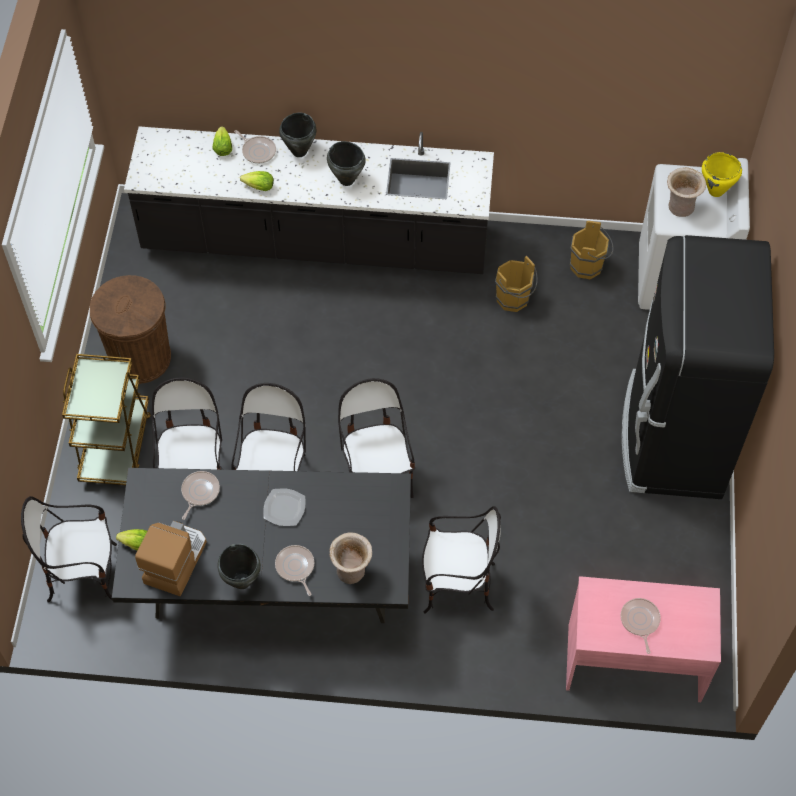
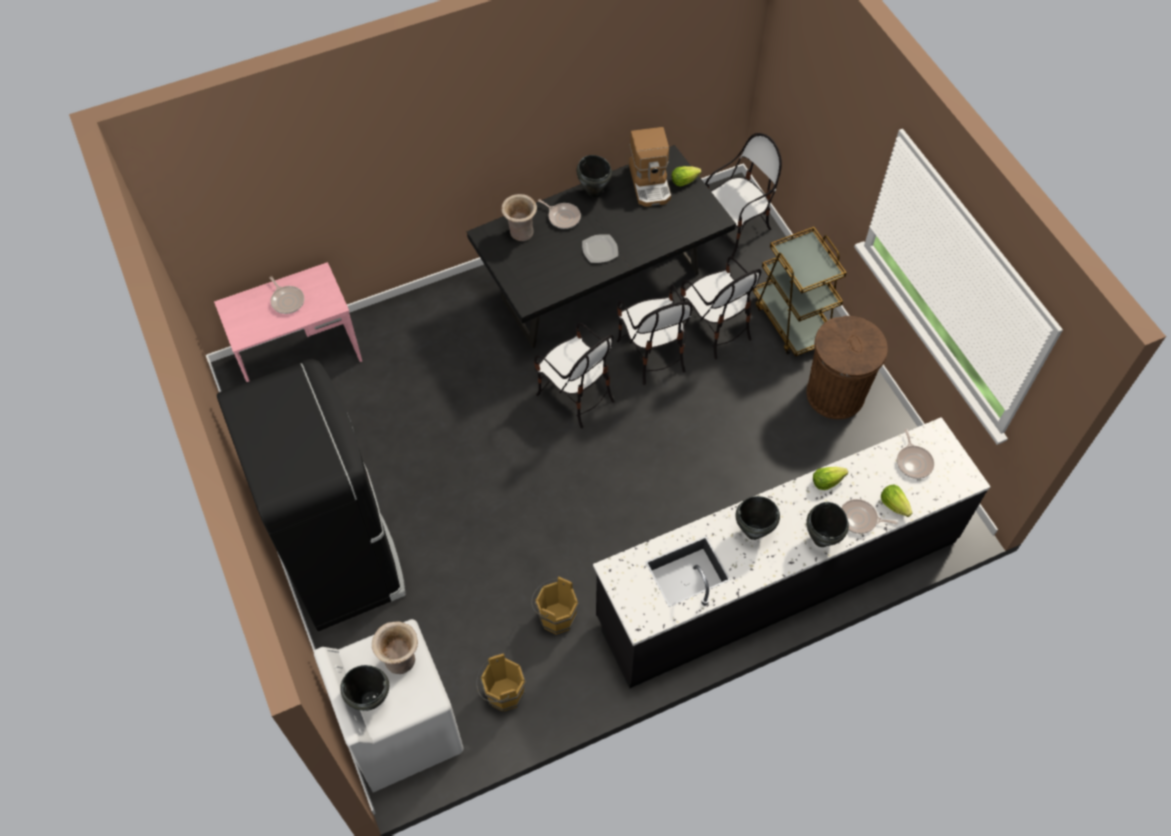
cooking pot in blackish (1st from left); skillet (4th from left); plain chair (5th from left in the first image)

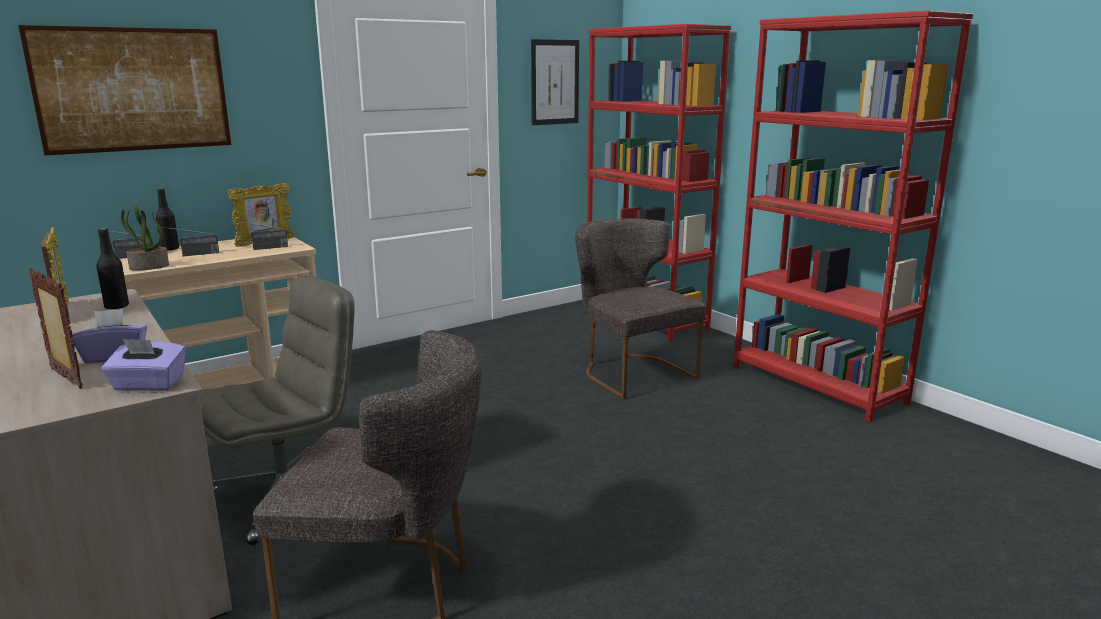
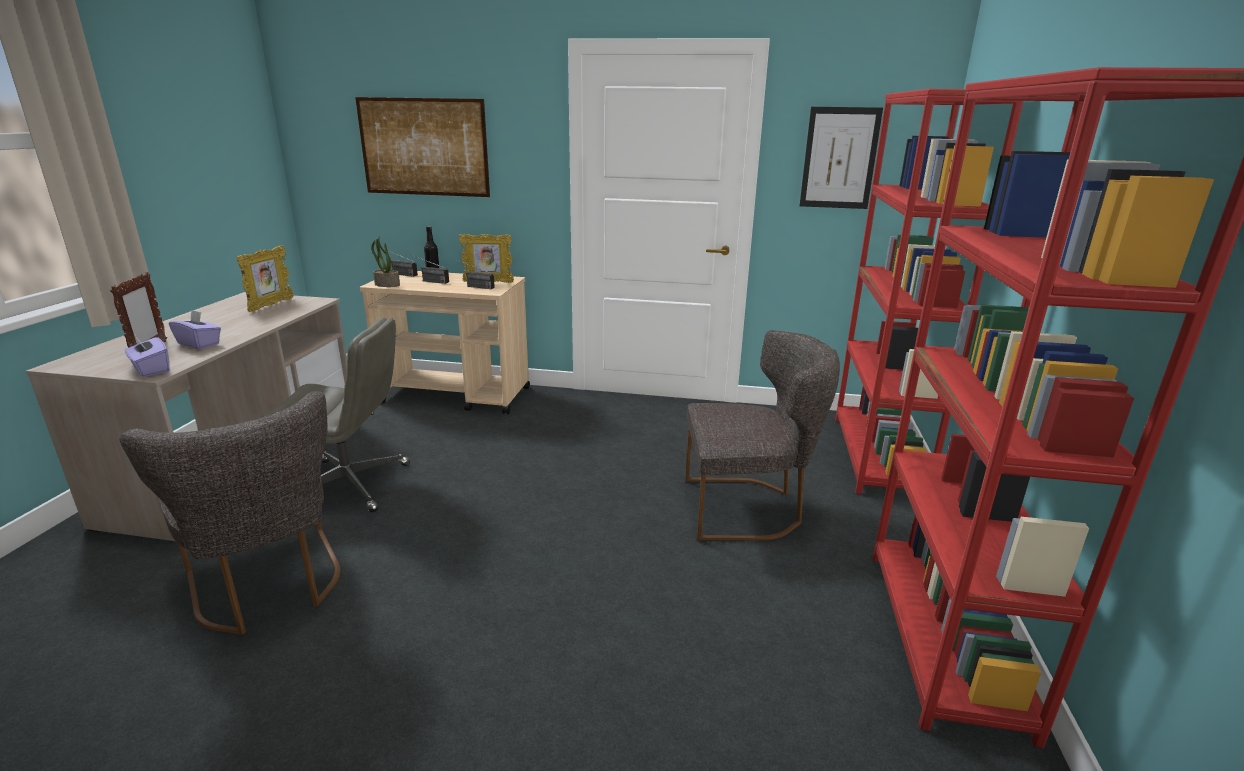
plain chair in greyish (2nd from left); beverage bottle in blackish (1st from left in the first image)

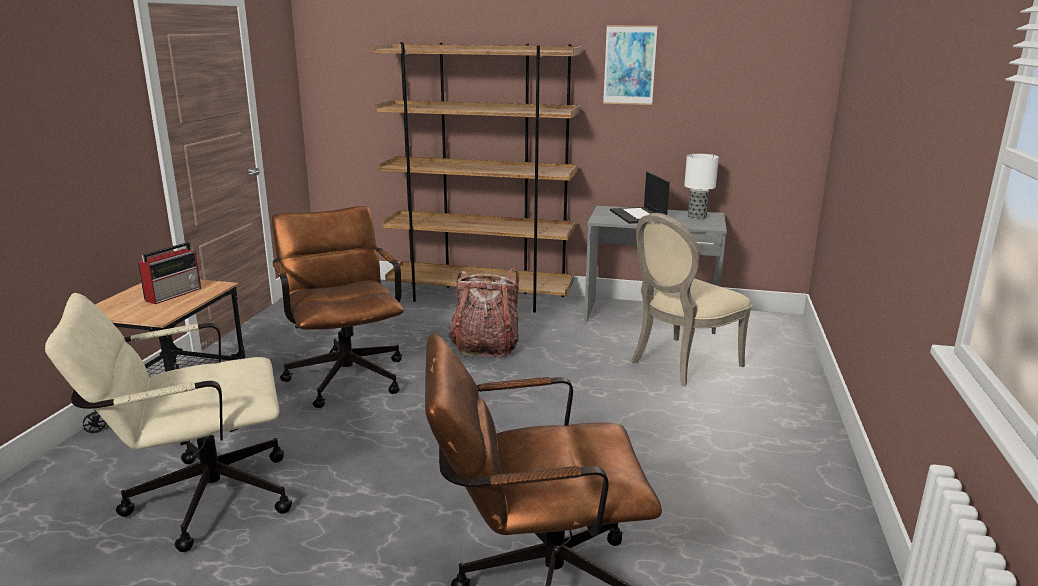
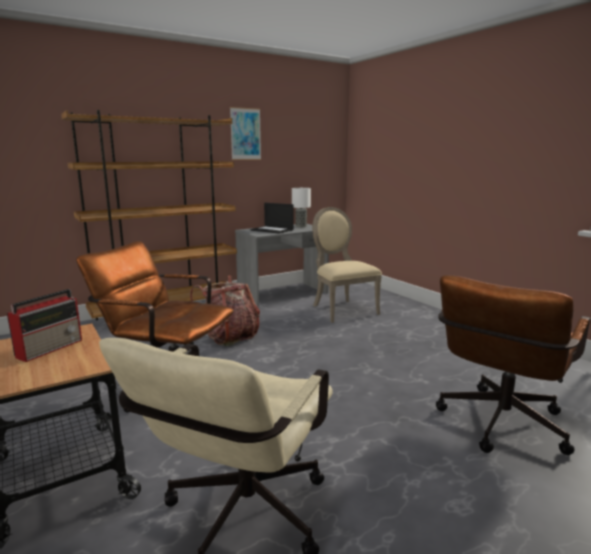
plain chair in beige-coloured; radio receiver

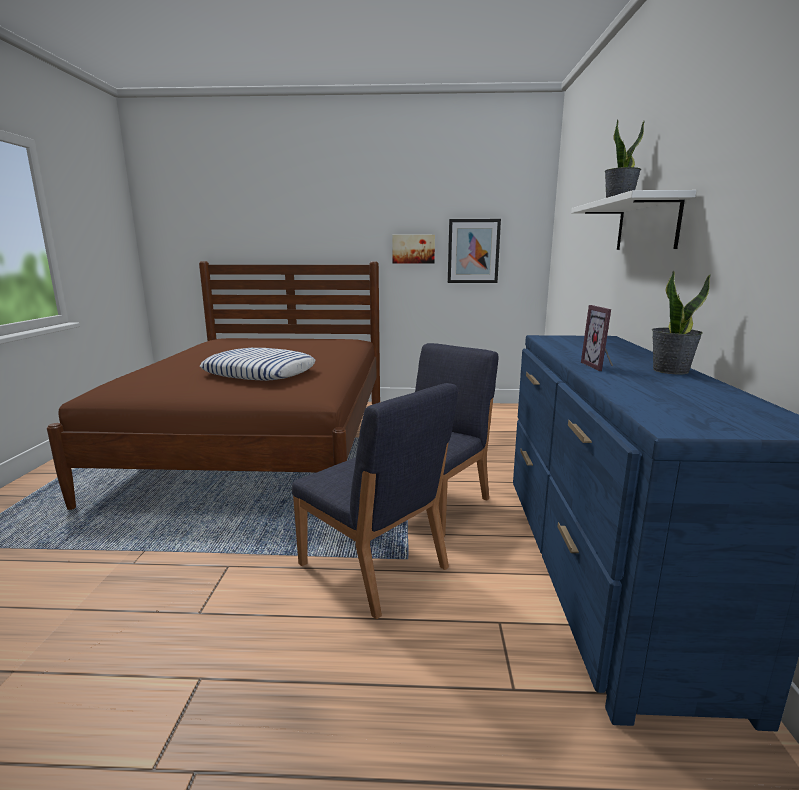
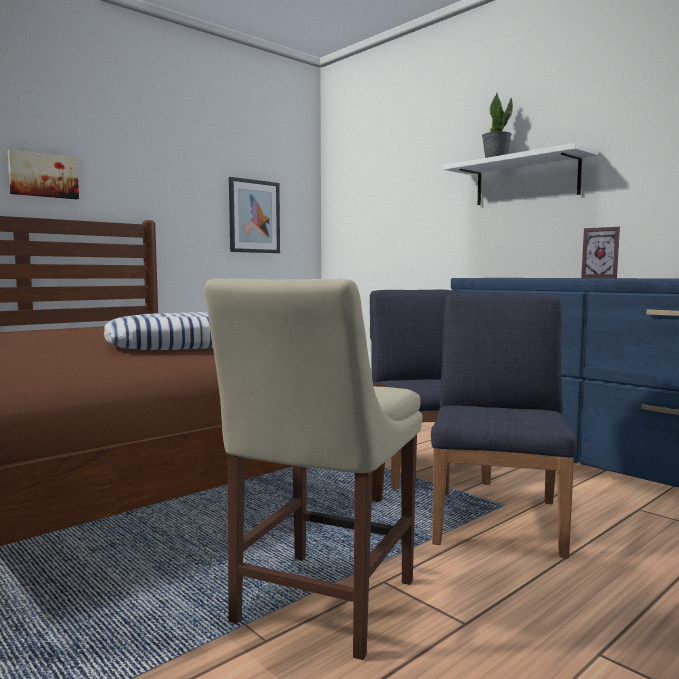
wall picture (1st from left); houseplant (2nd from left in the first image); plain chair in bluish (2nd from left); plain chair in beige-coloured

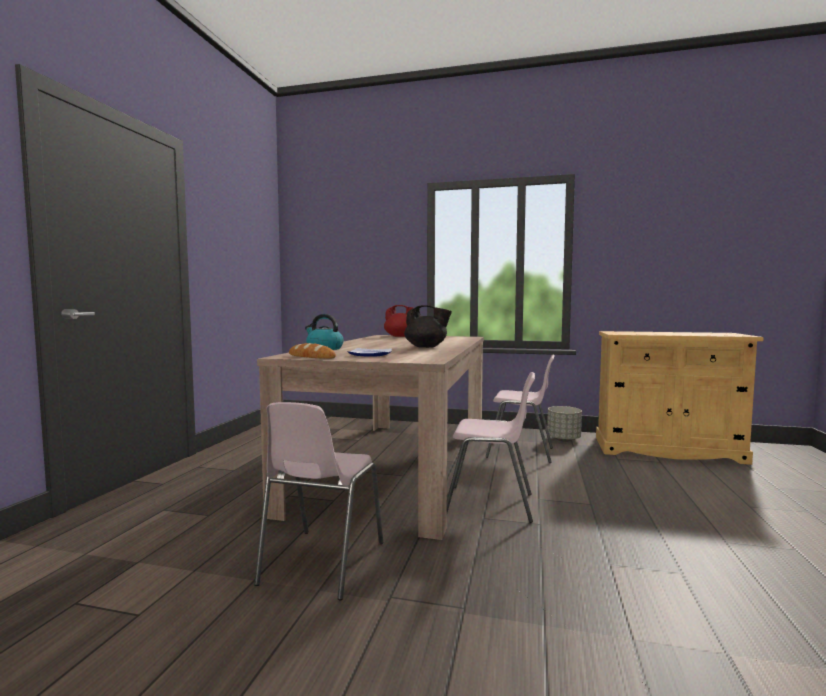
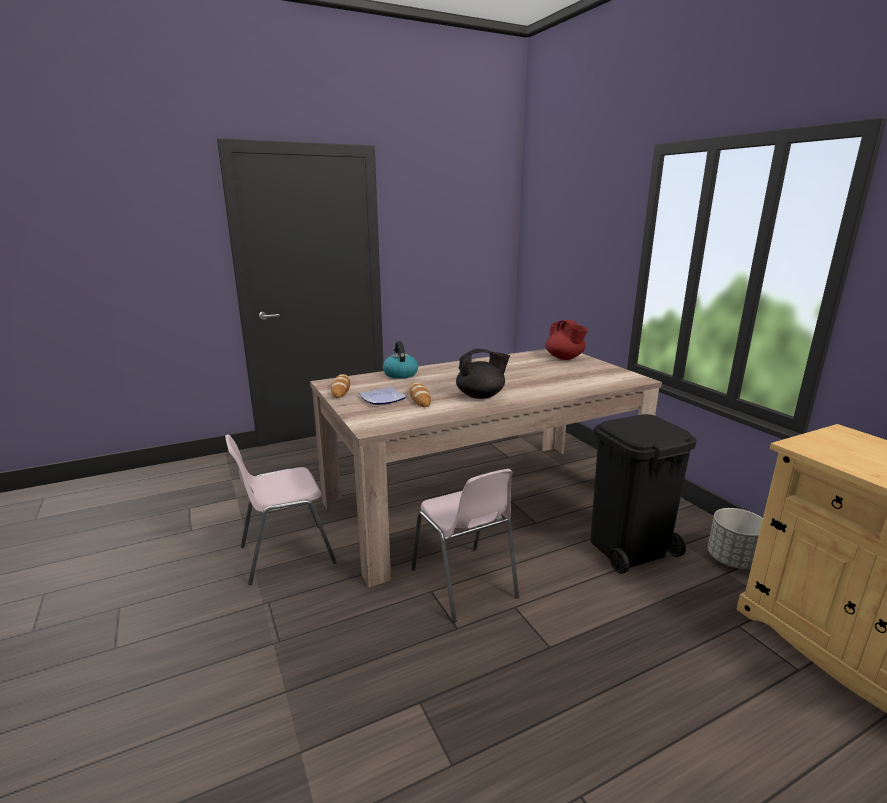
tea pot in blackish; trash can in blackish; bakery bread (2nd from left)

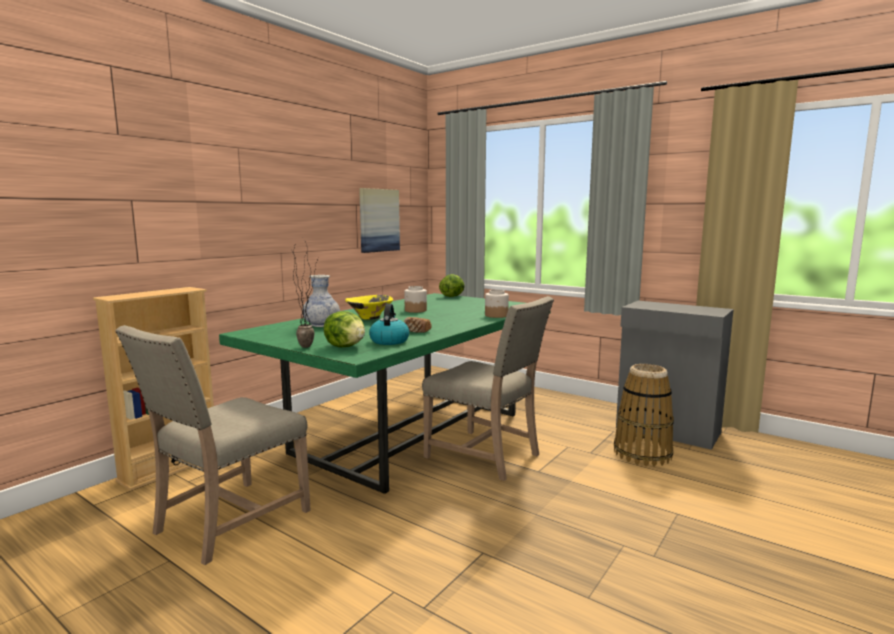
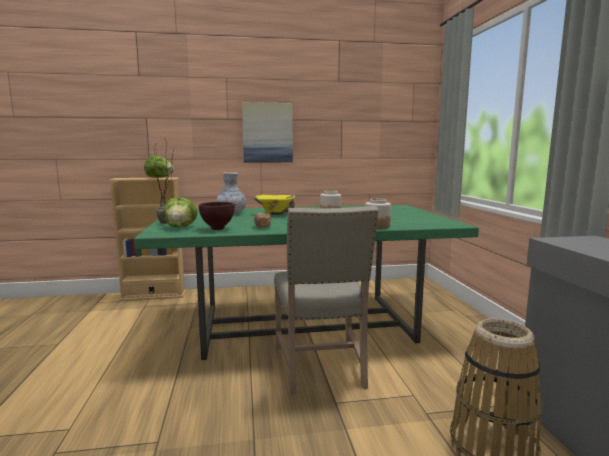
wall picture; lettuce head (1st from left); deep dish in brown-coloured; plain chair in beige-coloured (1st from left in the first image)

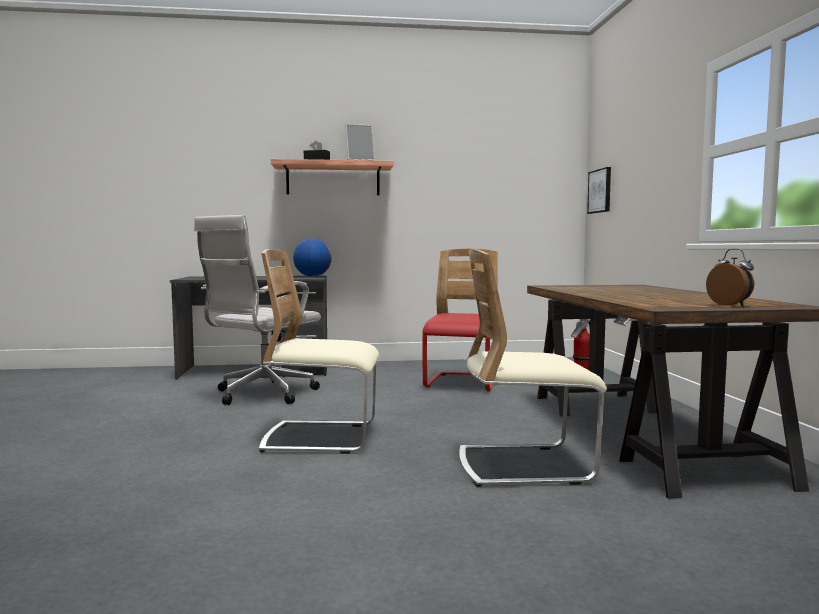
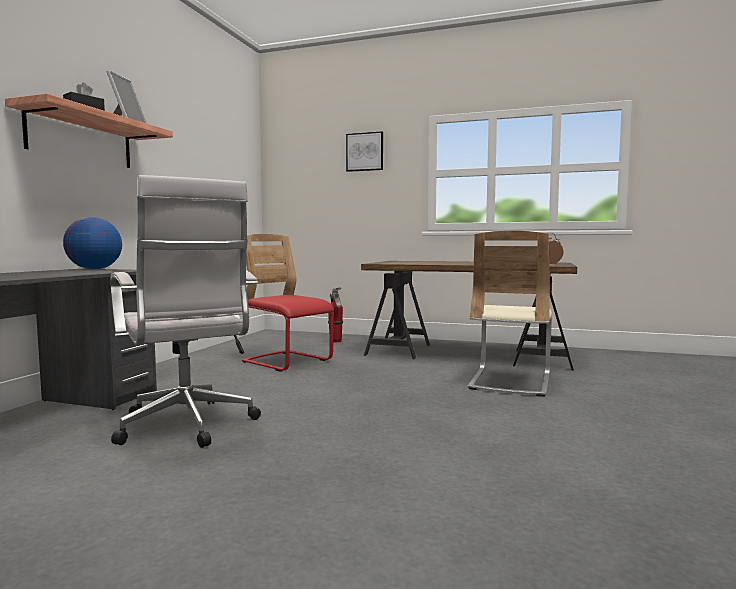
wall picture; plain chair in beige-coloured (1st from left in the first image)

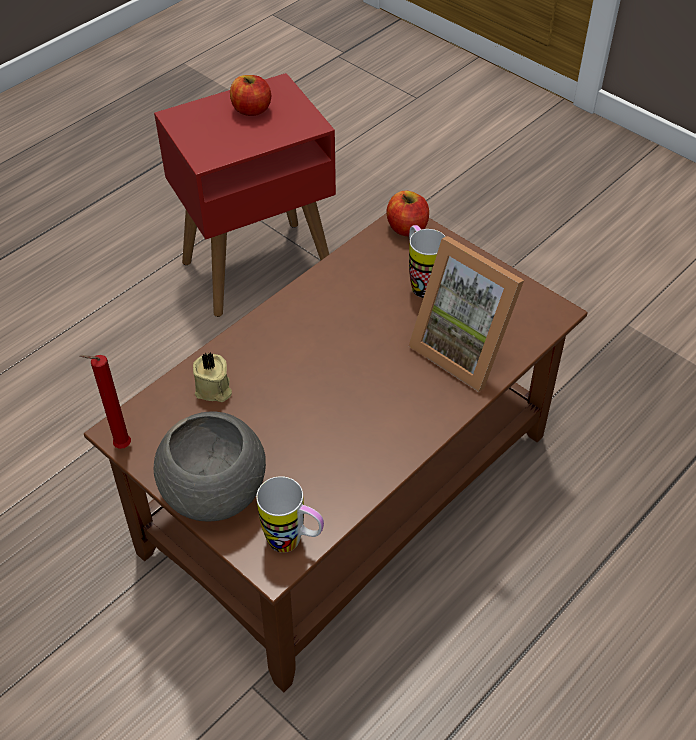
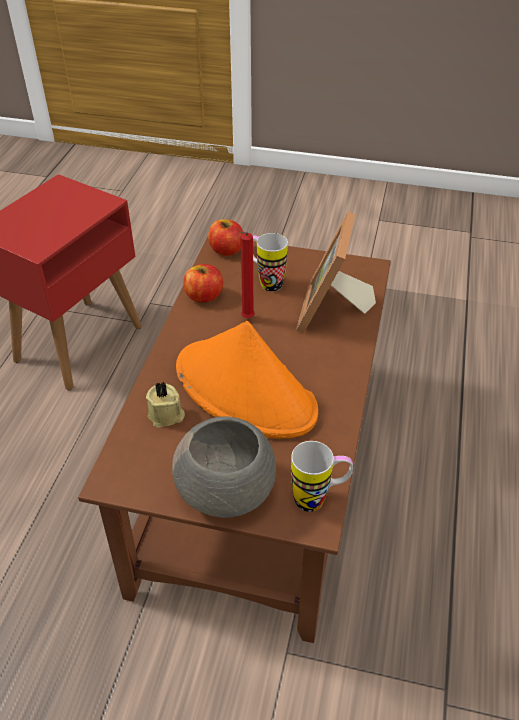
apple fruit (1st from left); picture frame; wax candle in red; wearable hat in orange-coloured

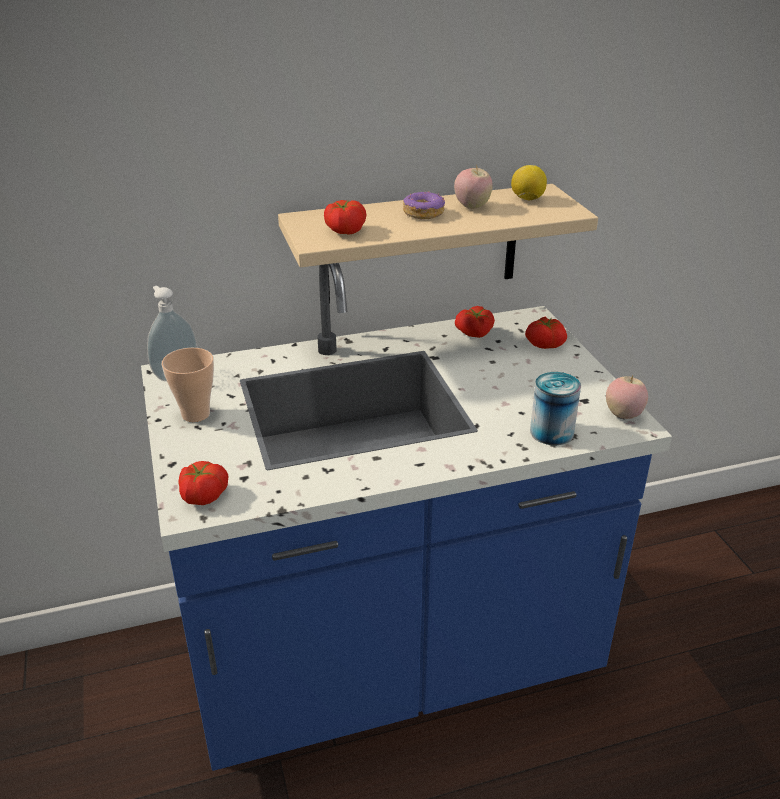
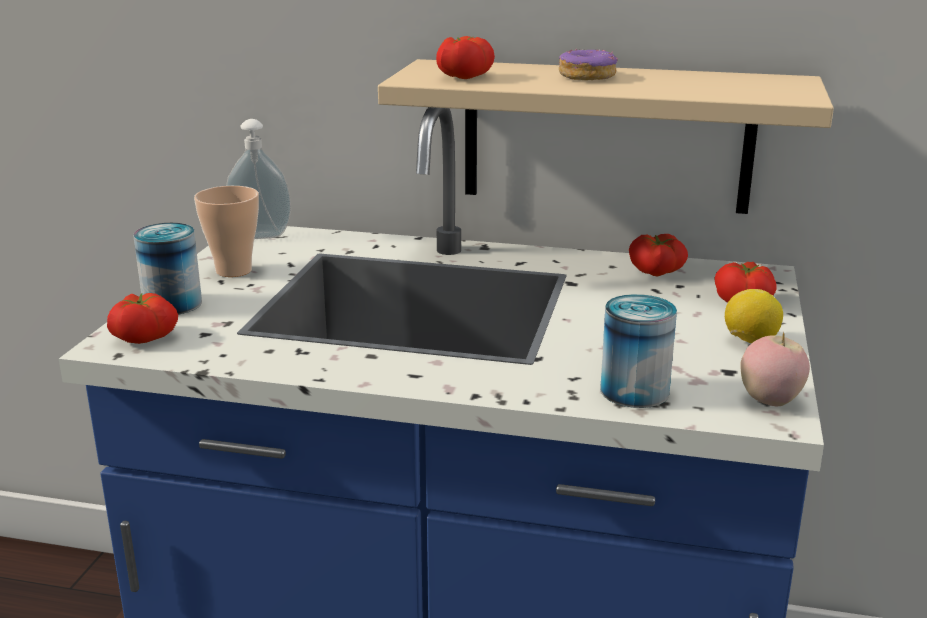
apple fruit (1st from left in the first image); lemon; can (1st from left)

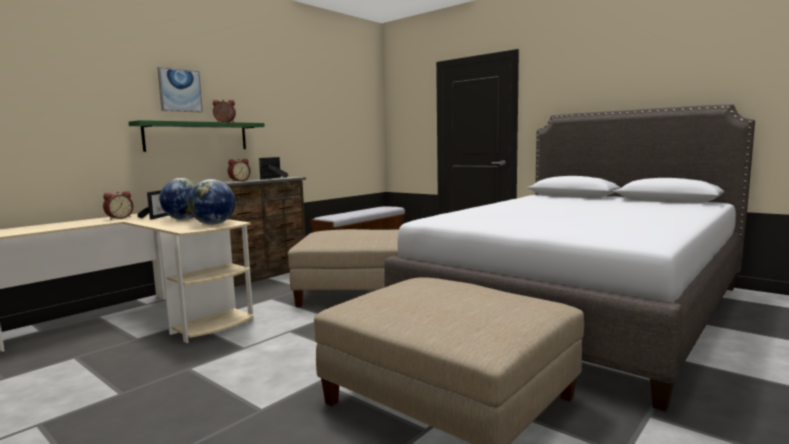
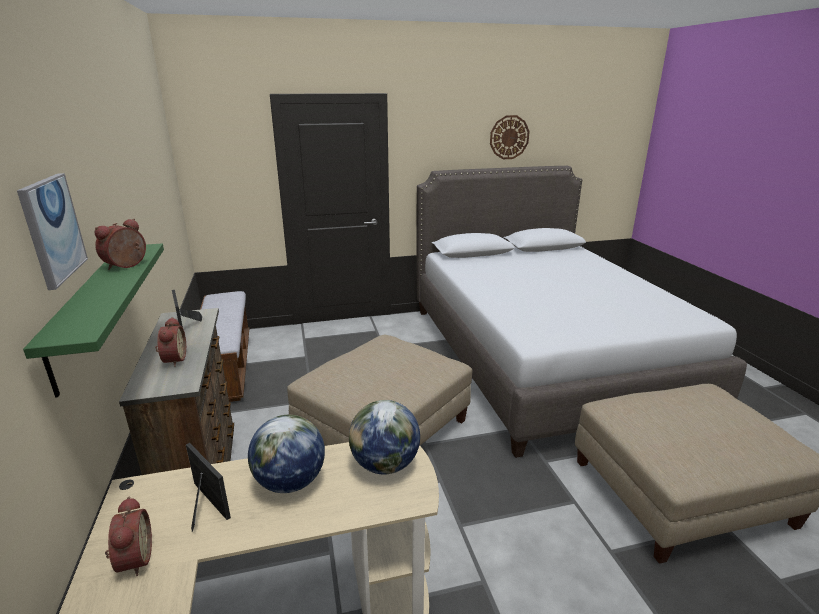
wall clock

